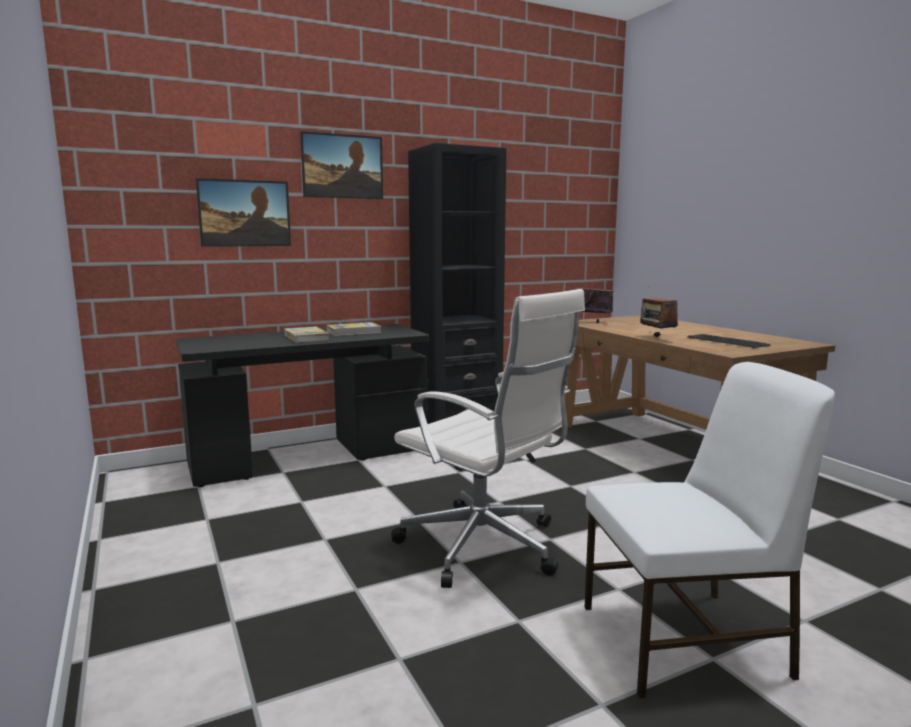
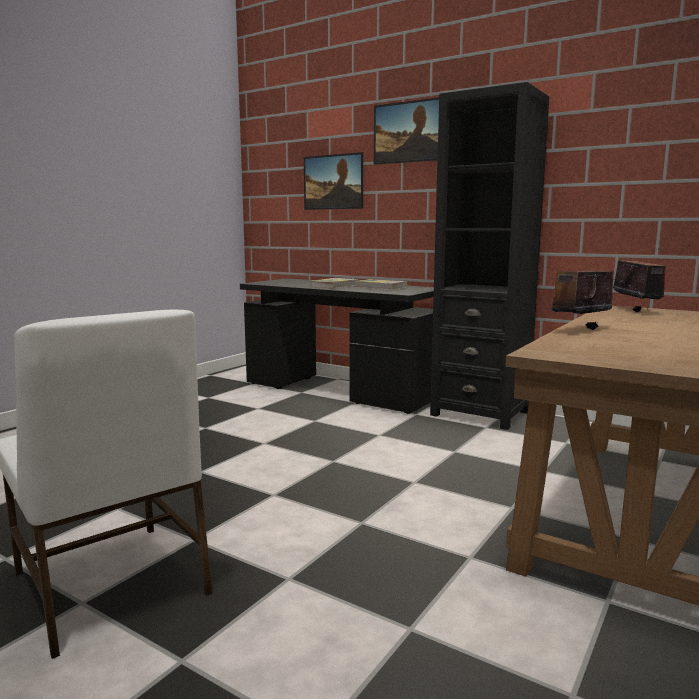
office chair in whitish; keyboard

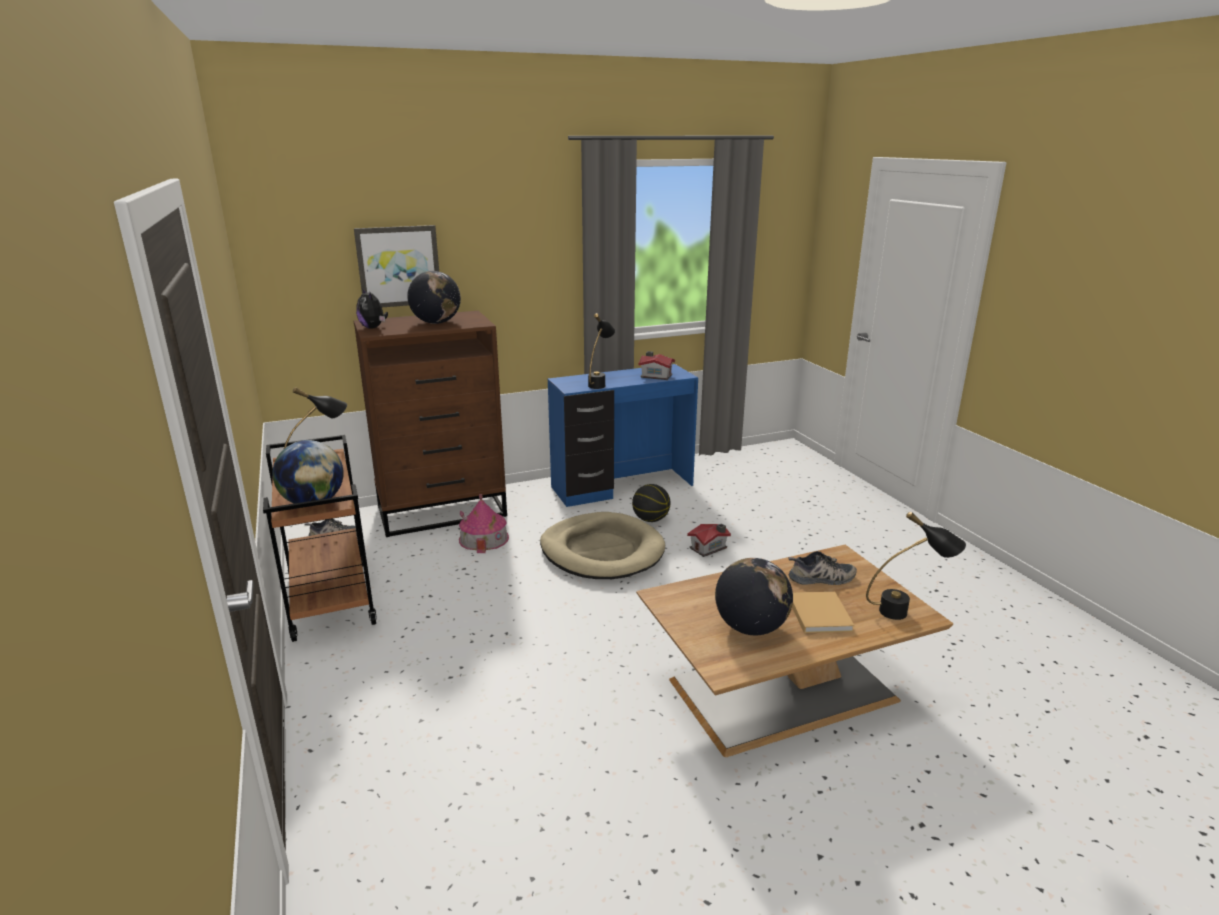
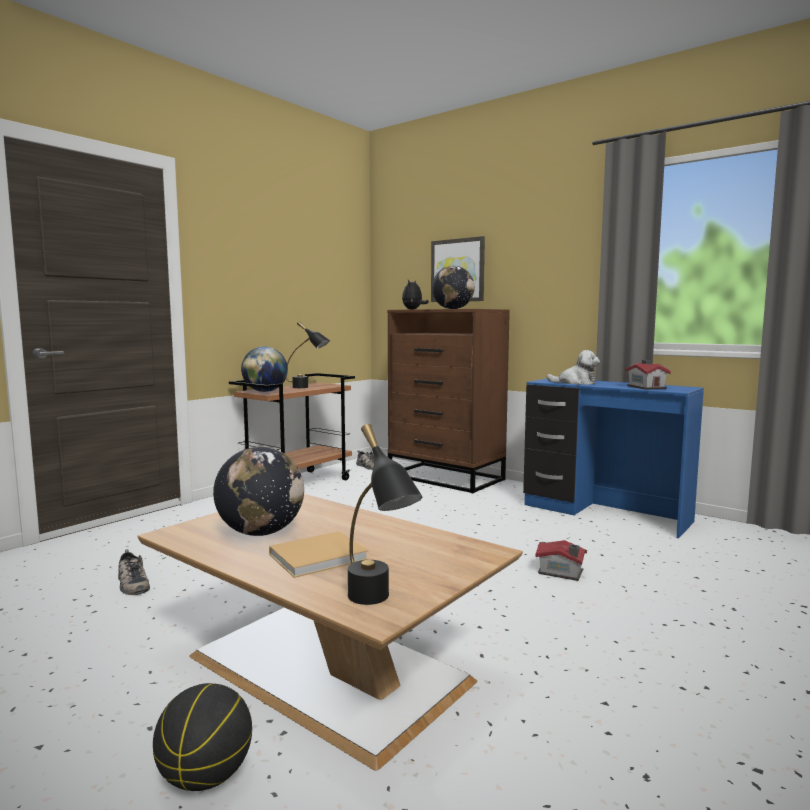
soft toy (2nd from left); basketball ball; model house (1st from left in the first image); dog bed in beige-coloured; low shoe (1st from left)

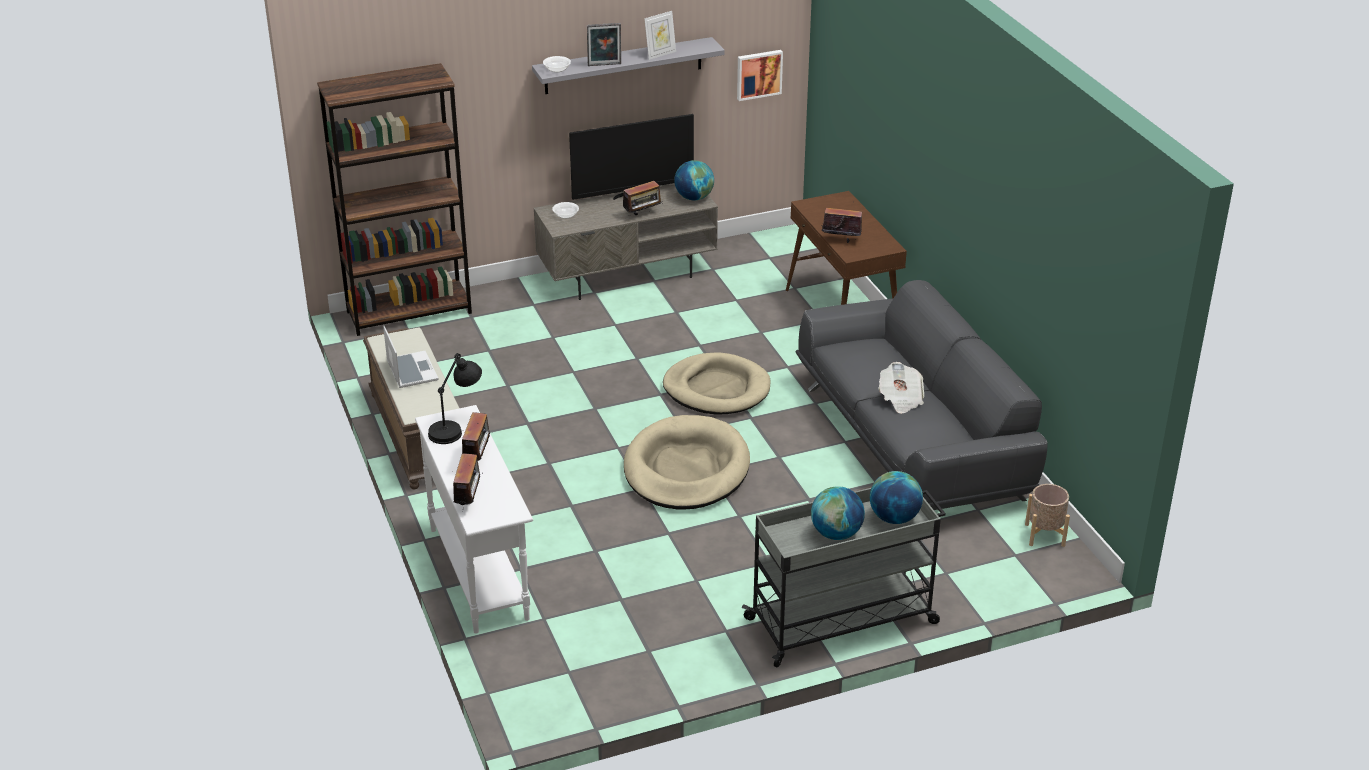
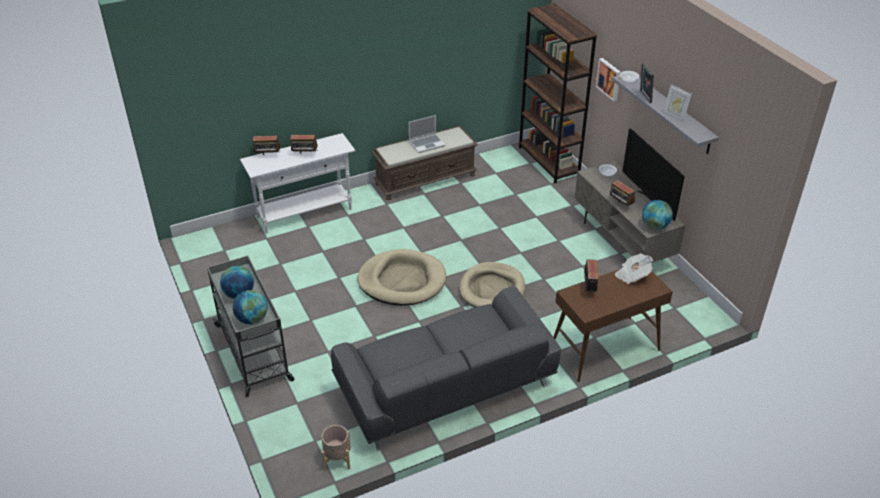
wall picture; table lamp in blackish; daily paper

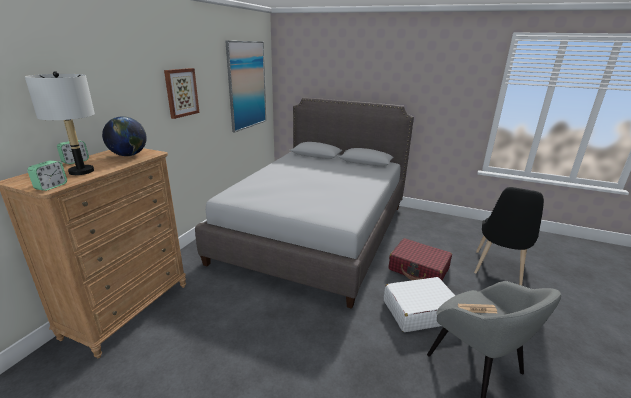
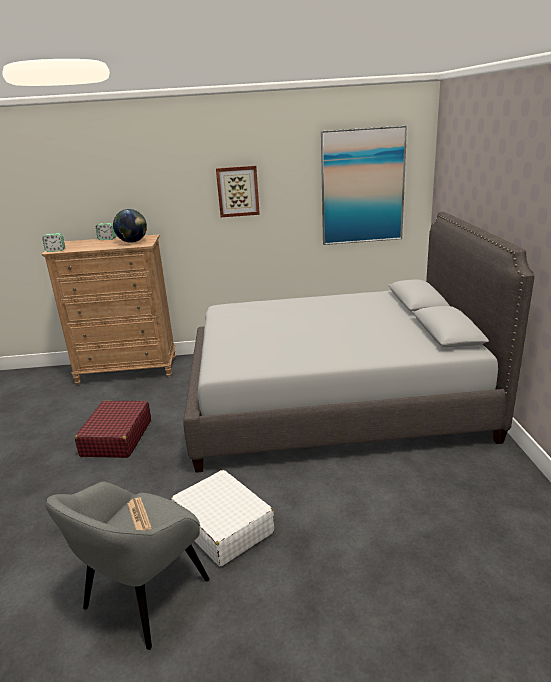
table lamp in greyish; plain chair in blackish; suitcase in red

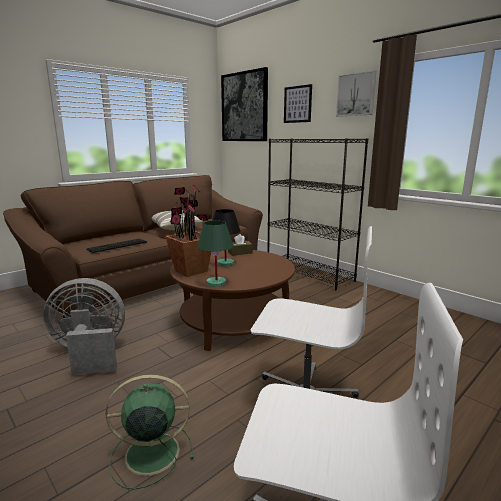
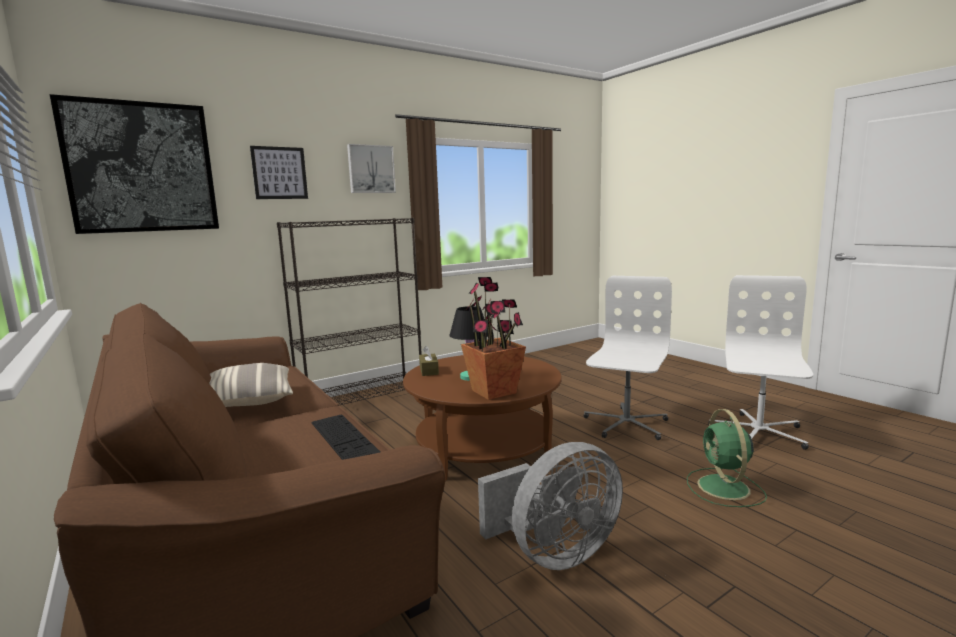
table lamp in green-coloured; fan in greyish

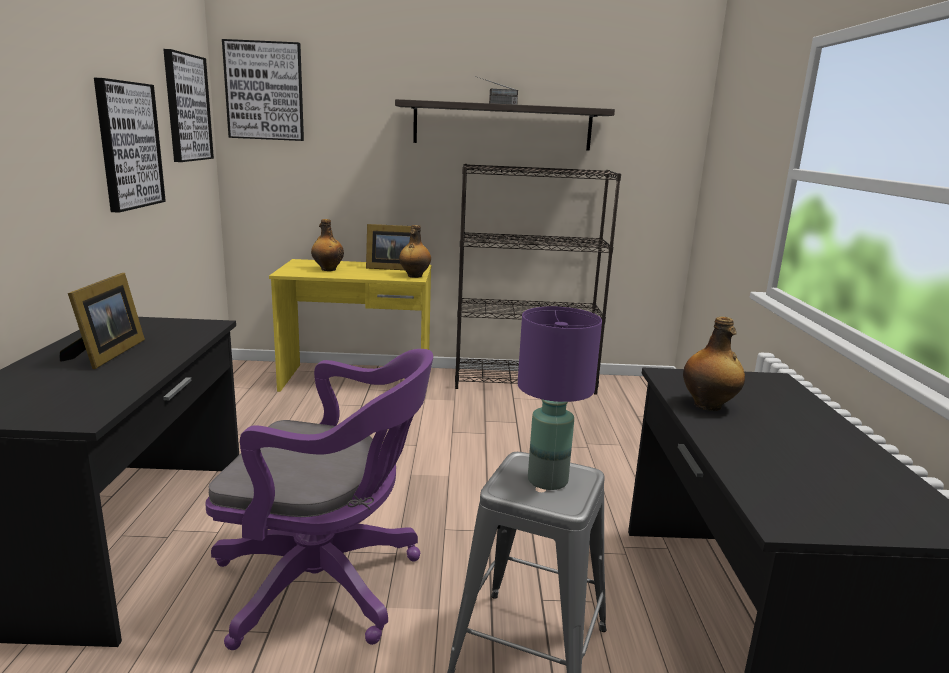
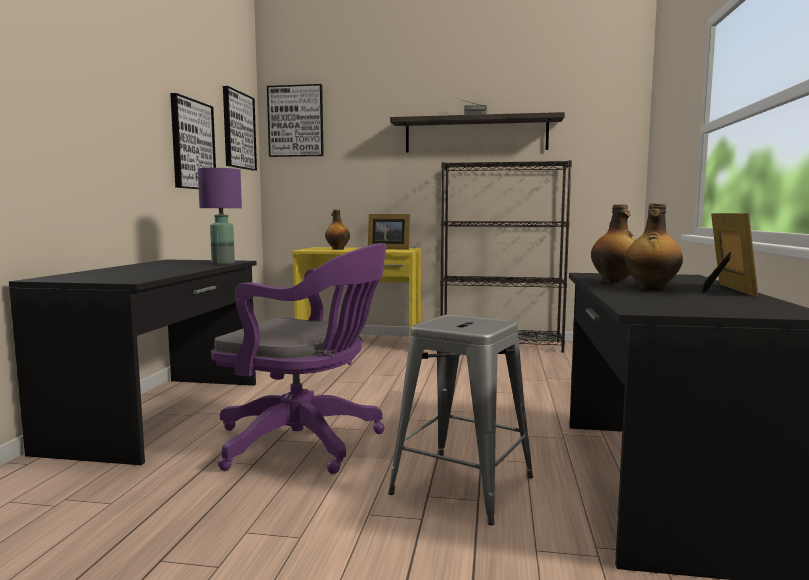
beverage bottle (3rd from left); picture frame (2nd from left); table lamp in purple-coloured

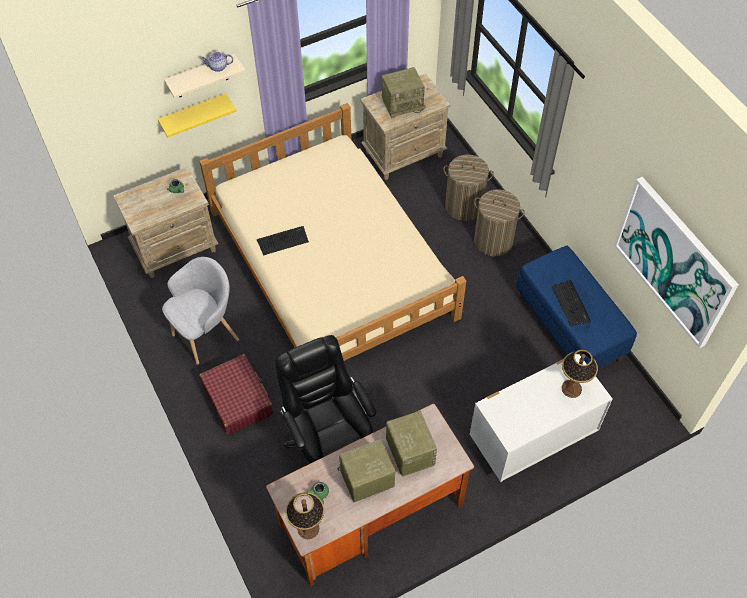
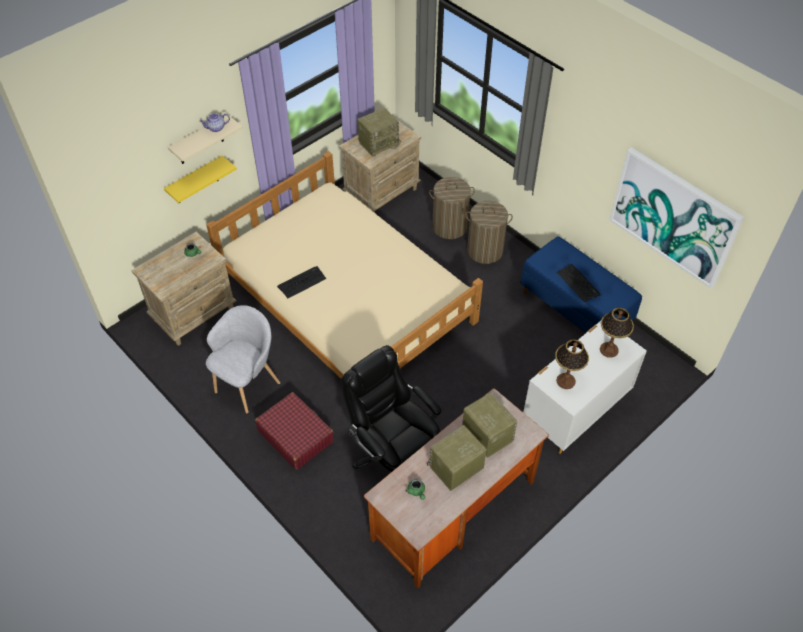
table lamp (1st from left)

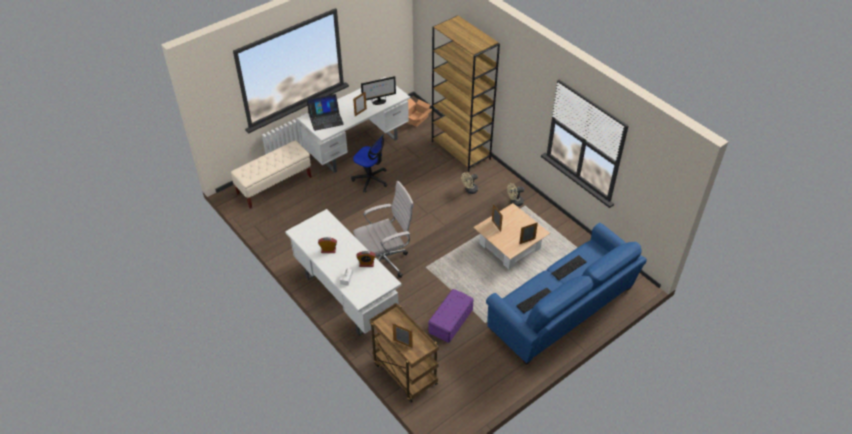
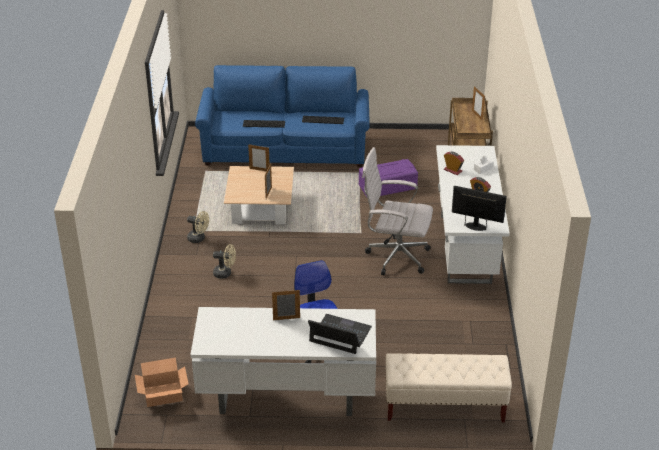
bookshelf in brown-coloured; monitor

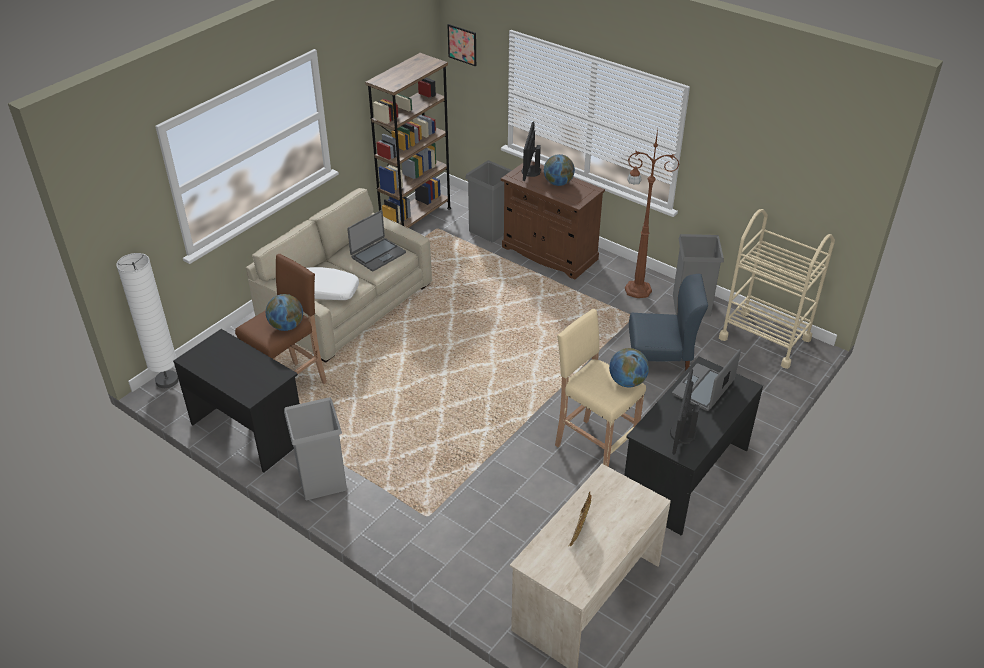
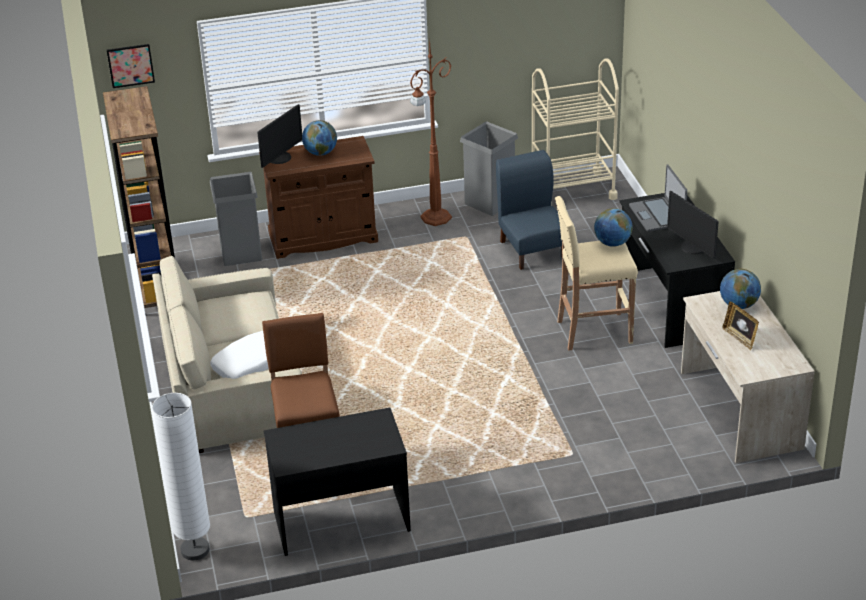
monitor (1st from left); laptop (1st from left in the first image); plain chair in bluish; desk globe (3rd from left); trash can in greyish (1st from left in the first image)

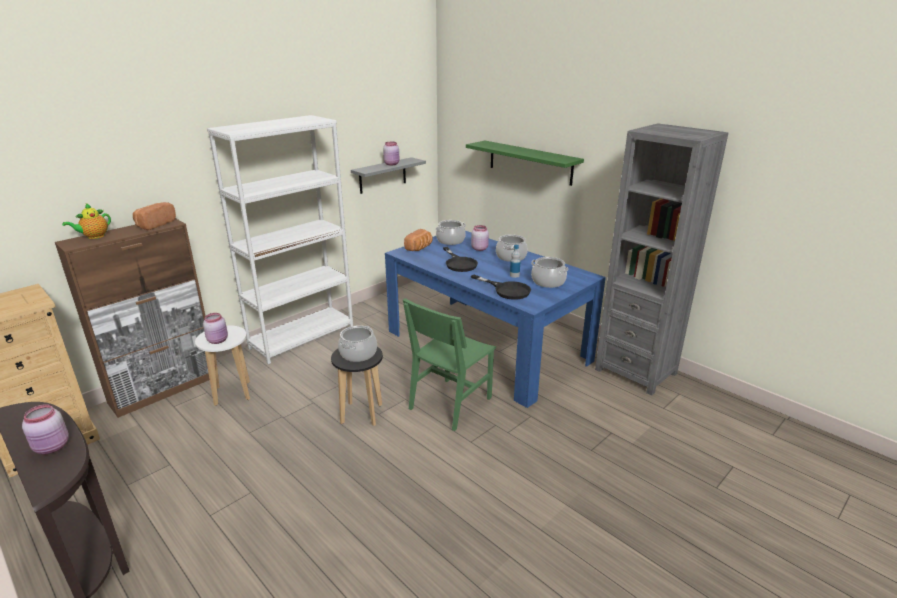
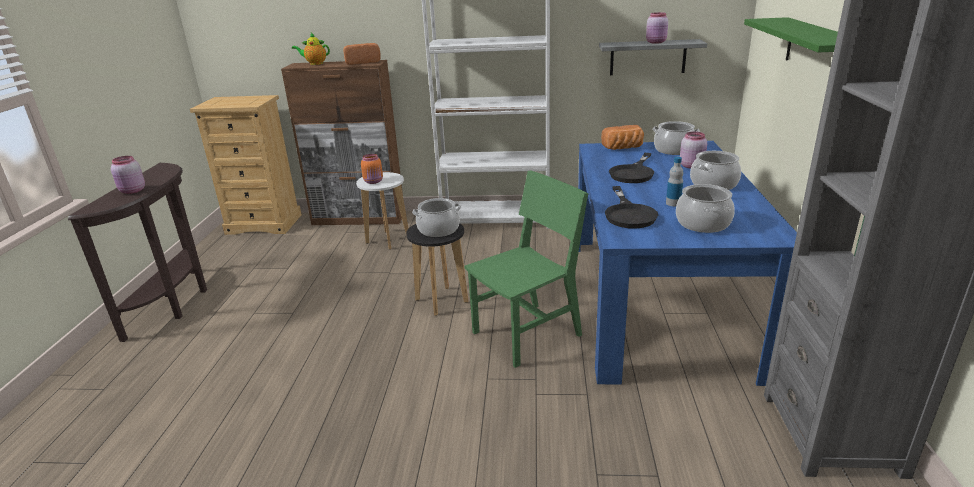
plain chair in green-coloured; preserve jar in orange-coloured

